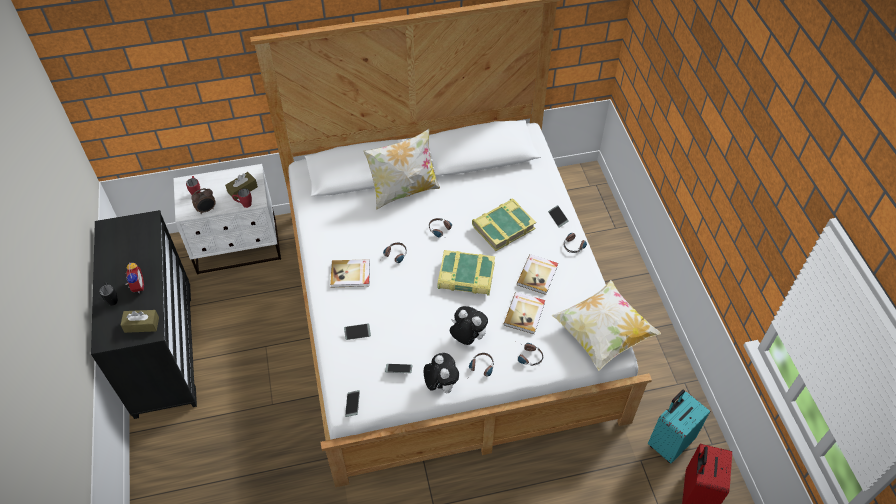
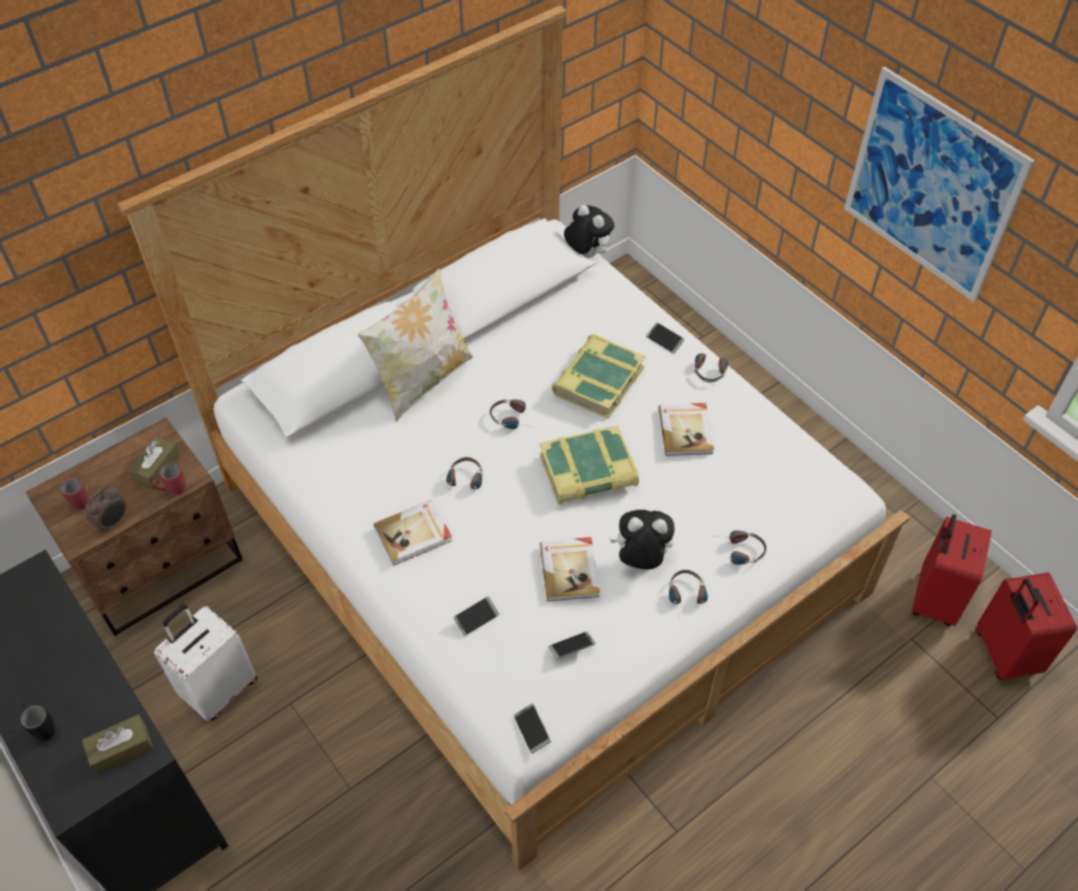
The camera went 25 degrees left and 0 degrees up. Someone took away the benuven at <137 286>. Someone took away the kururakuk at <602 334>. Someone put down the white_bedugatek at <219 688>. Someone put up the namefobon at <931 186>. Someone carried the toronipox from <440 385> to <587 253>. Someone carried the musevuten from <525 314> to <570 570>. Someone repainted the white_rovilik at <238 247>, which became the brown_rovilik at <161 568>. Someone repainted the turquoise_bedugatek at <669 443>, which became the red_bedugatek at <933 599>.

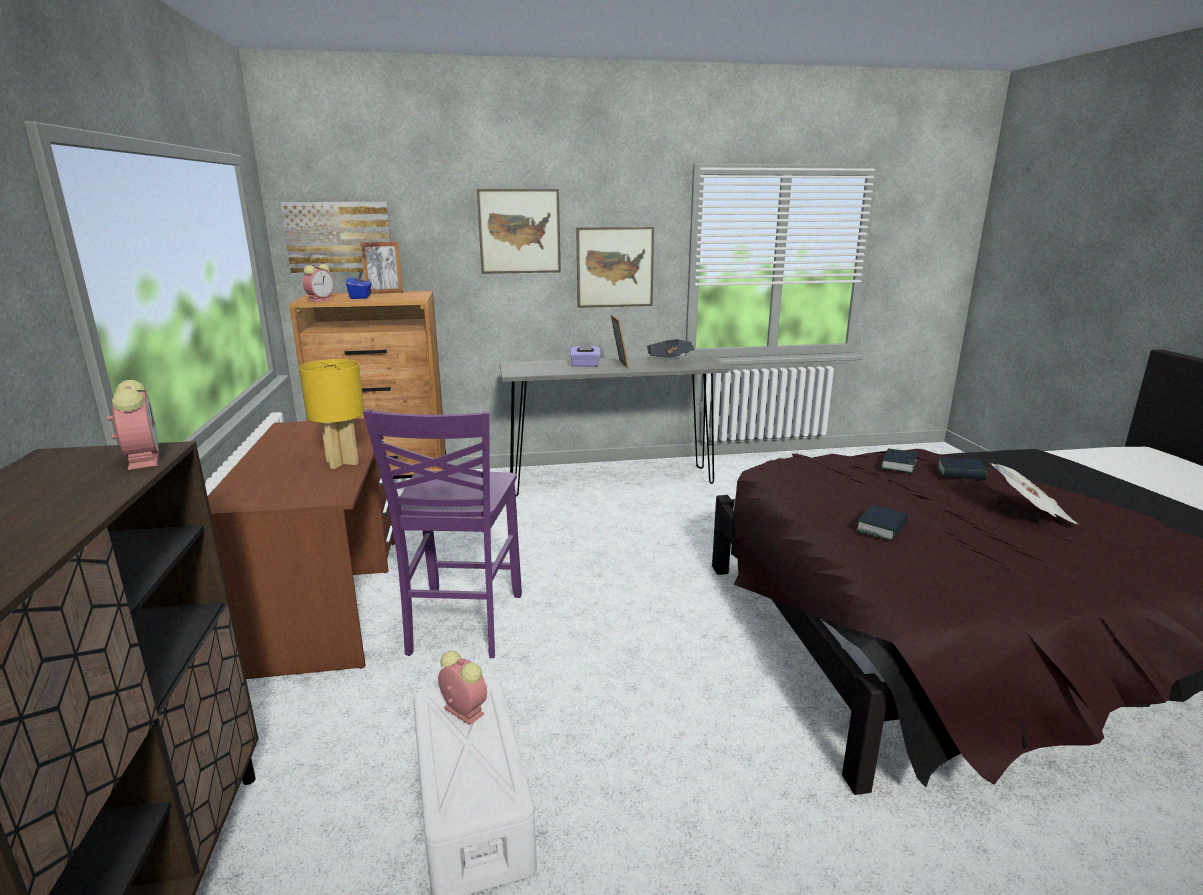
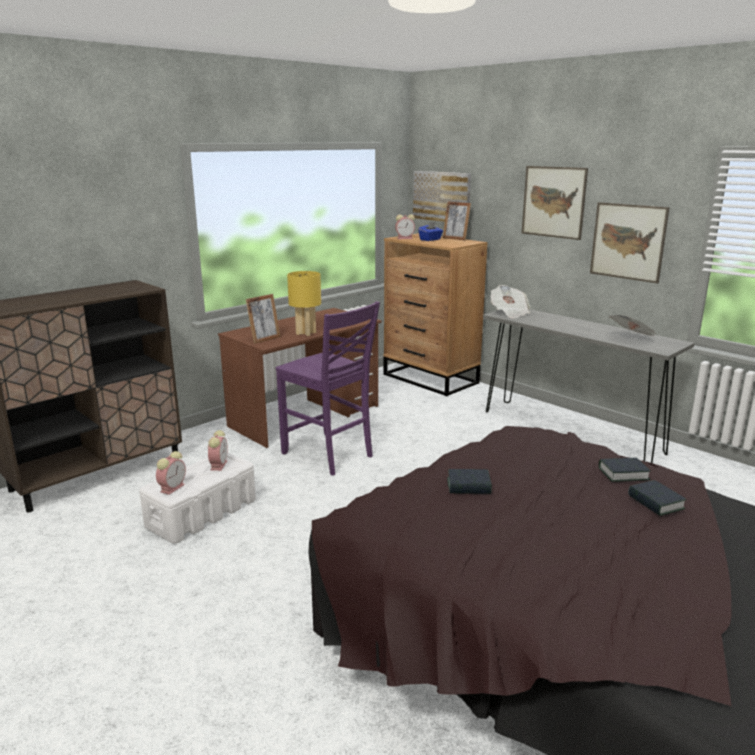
The camera went 55 degrees right and 0 degrees up. Someone took away the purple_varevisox at <585 365>. Someone carried the benuven from <143 459> to <173 487>. Someone carried the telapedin from <619 364> to <264 339>. Someone carried the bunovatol from <1029 513> to <509 313>. Someone rotated the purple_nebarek at <462 625> by 105 degrees counterclockwise.

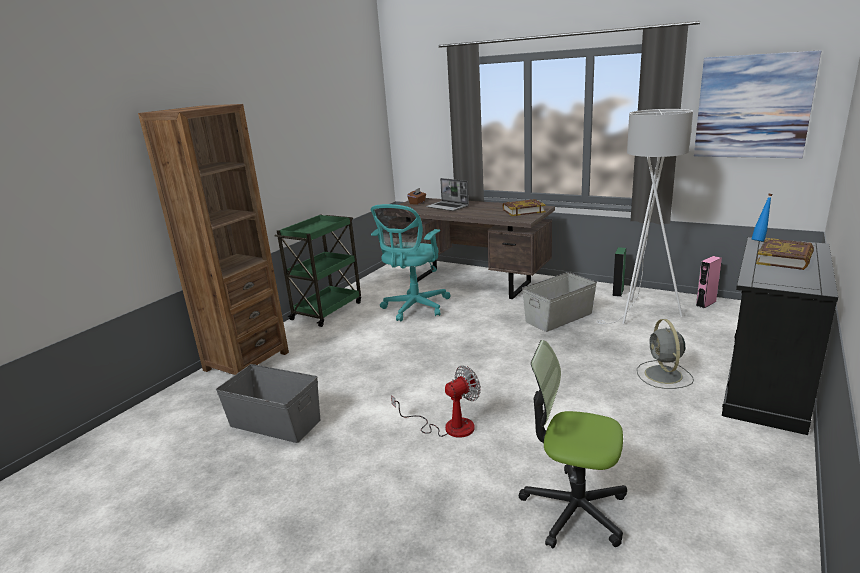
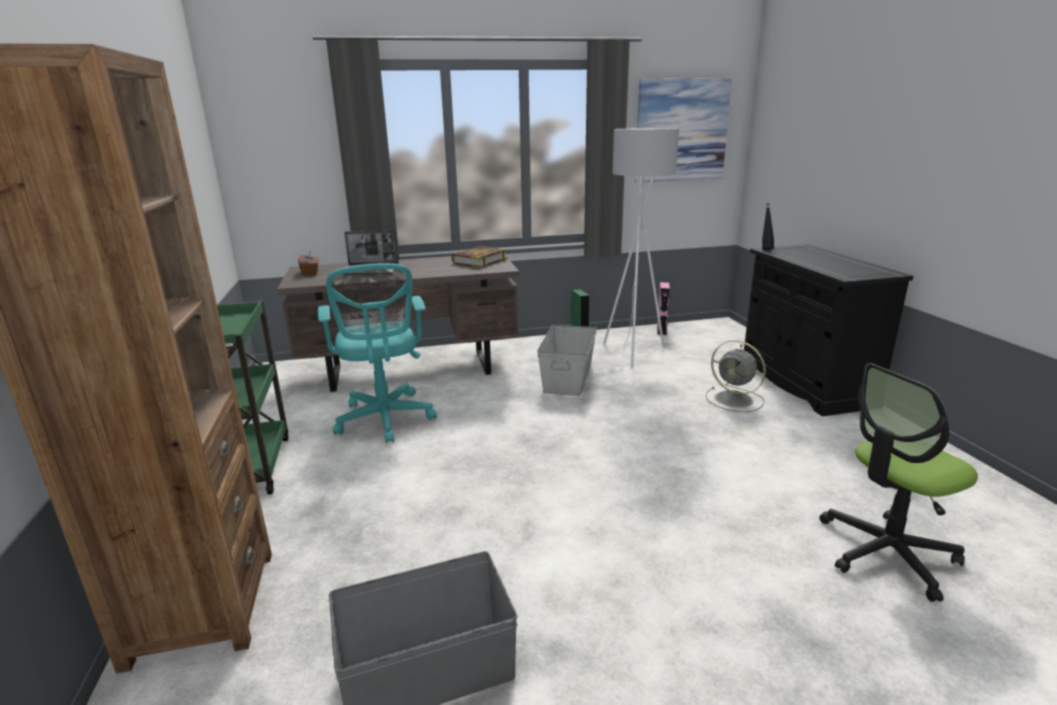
The camera went 45 degrees left and 0 degrees up. Someone took away the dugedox at <448 426>. Someone took away the musevuten at <784 259>. Someone repainted the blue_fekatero at <759 240>, which became the black_fekatero at <765 249>.

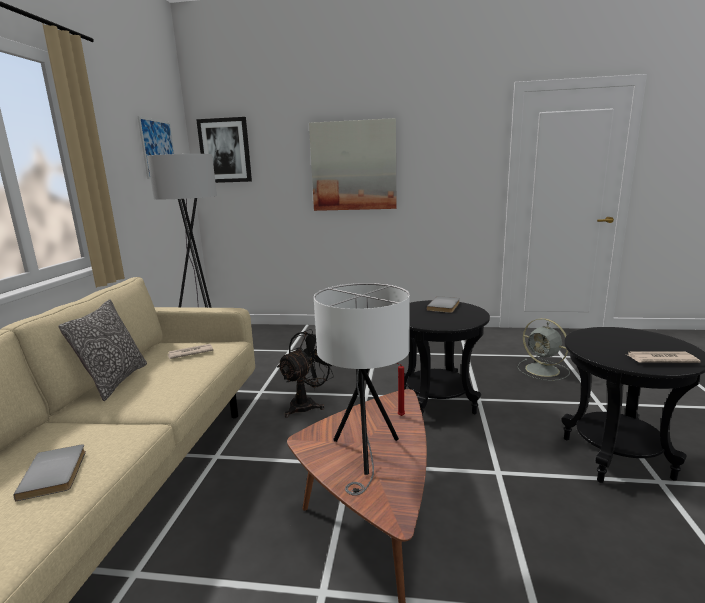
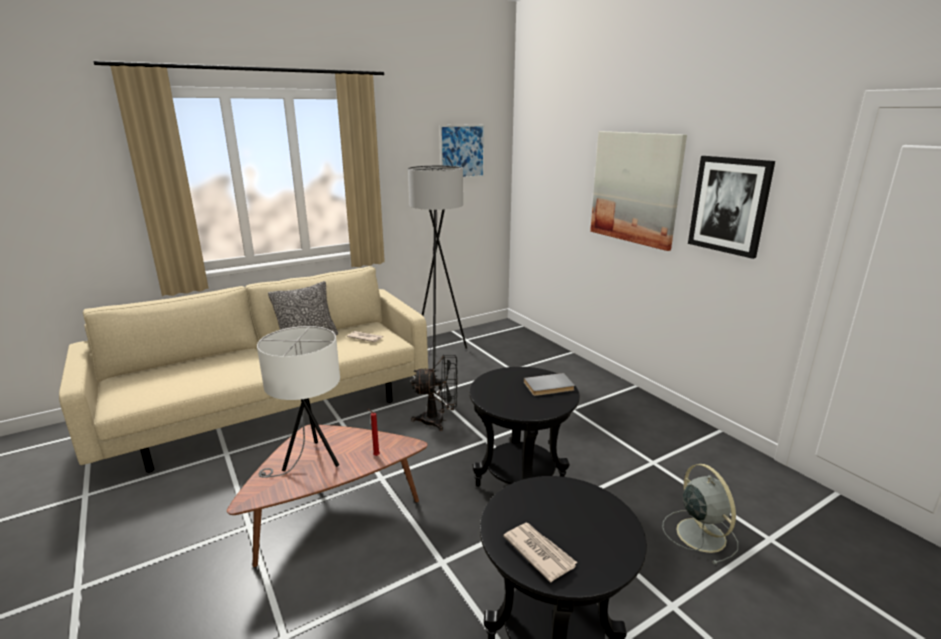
The camera went 50 degrees right and 5 degrees up. Someone took away the grey_musevuten at <56 473>. Someone carried the namefobon from <225 150> to <729 205>. Someone rotated the grey_dugedox at <543 370> by 150 degrees clockwise.

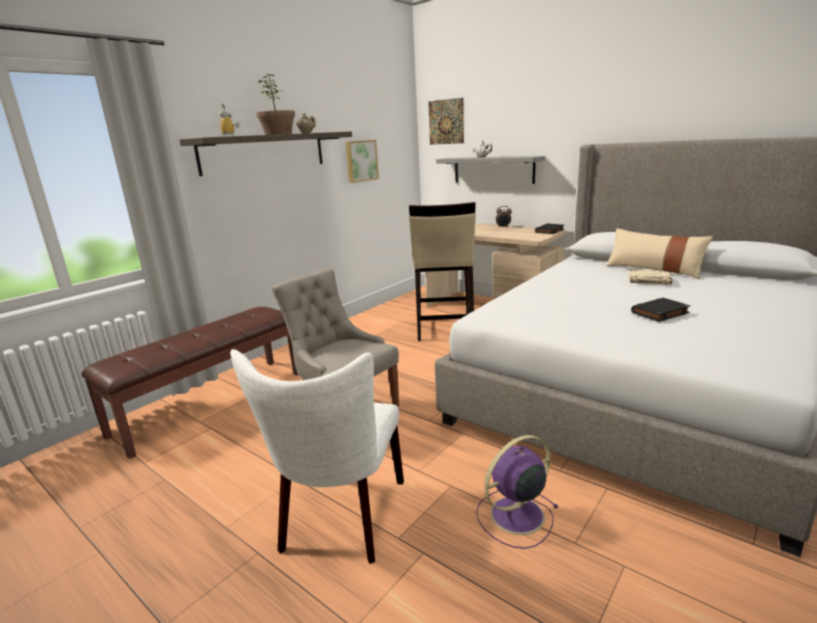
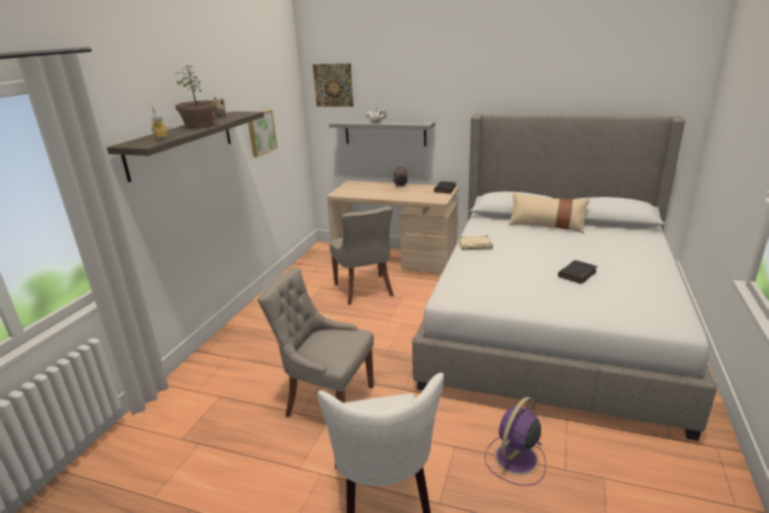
The camera went 20 degrees left and 5 degrees up. Someone took away the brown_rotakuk at <212 402>. Someone carried the beige_musevuten from <649 280> to <475 245>. Someone swapped the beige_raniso at <444 329> for the grey_nebarek at <365 290>.

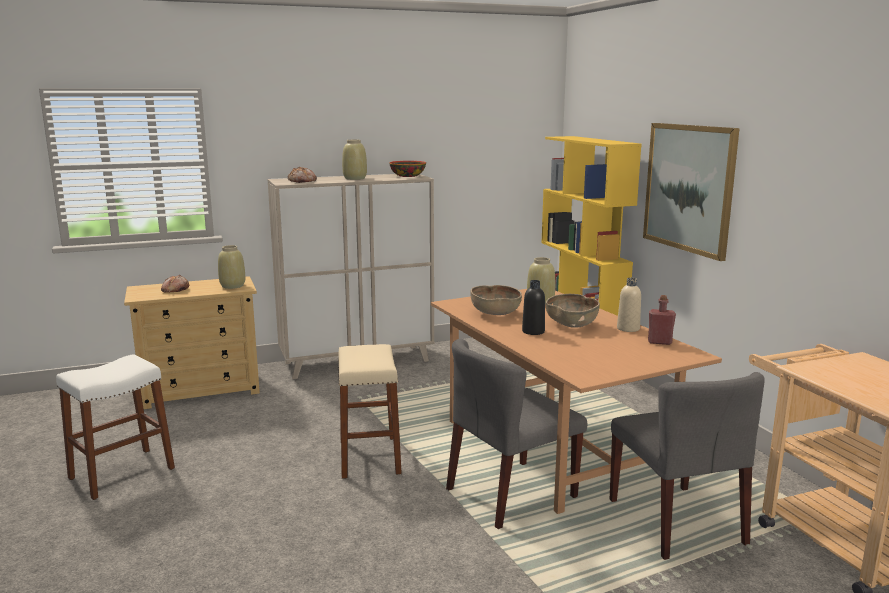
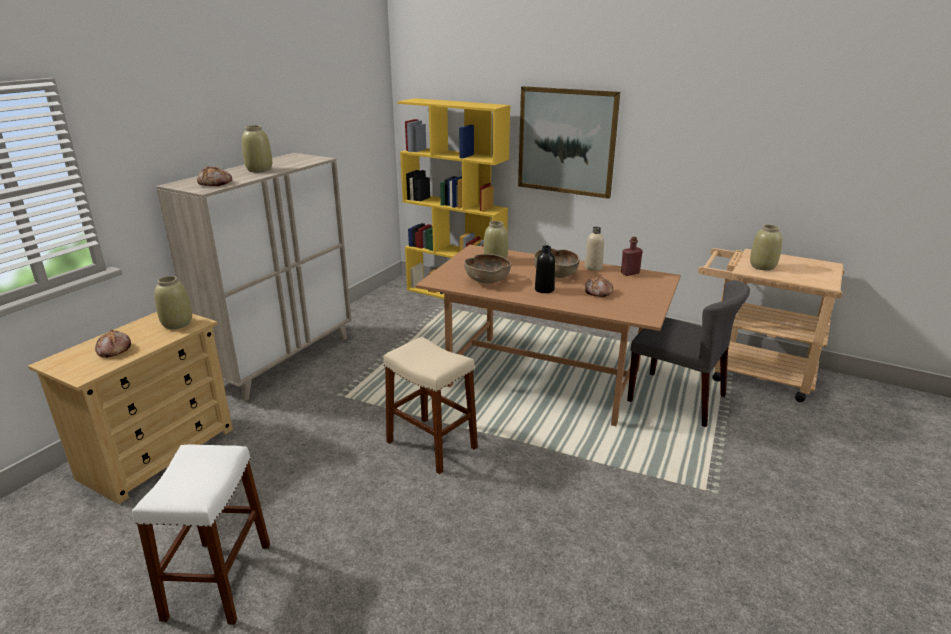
The camera went 40 degrees left and 10 degrees up. Someone took away the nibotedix at <407 176>. Someone took away the grey_nebarek at <510 494>. Someone put down the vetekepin at <598 292>. Someone put down the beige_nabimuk at <762 267>.

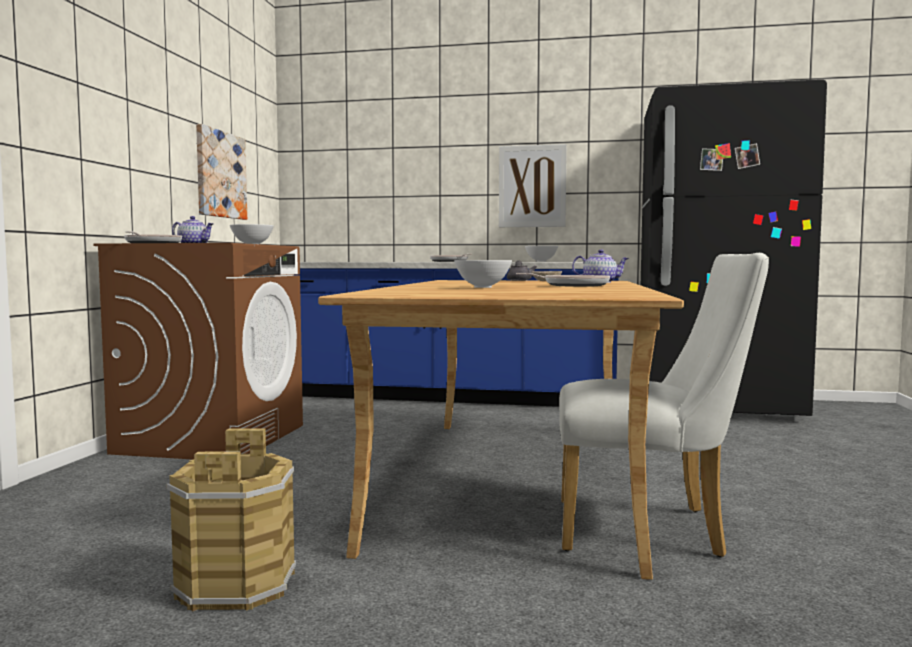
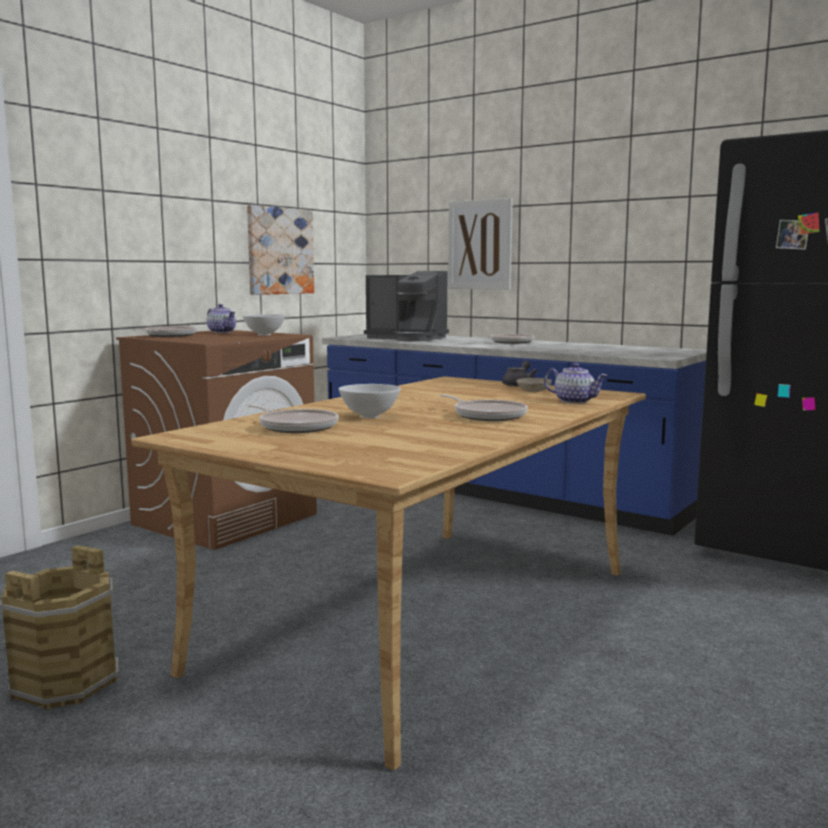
The camera went 25 degrees right and 5 degrees up. Someone took away the white_nibotedix at <541 261>. Someone took away the white_nebarek at <651 529>. Someone put down the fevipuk at <296 427>. Someone put down the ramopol at <407 338>. Someone carried the namefobon from <532 186> to <480 245>.

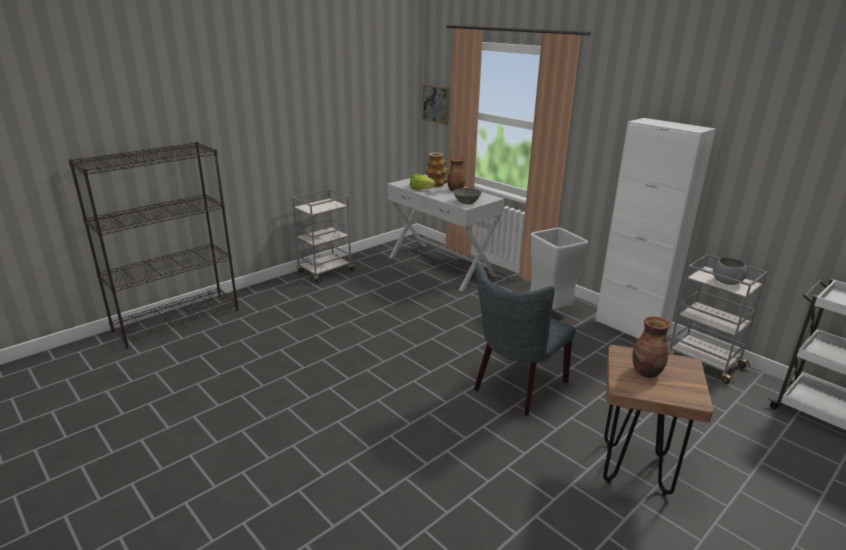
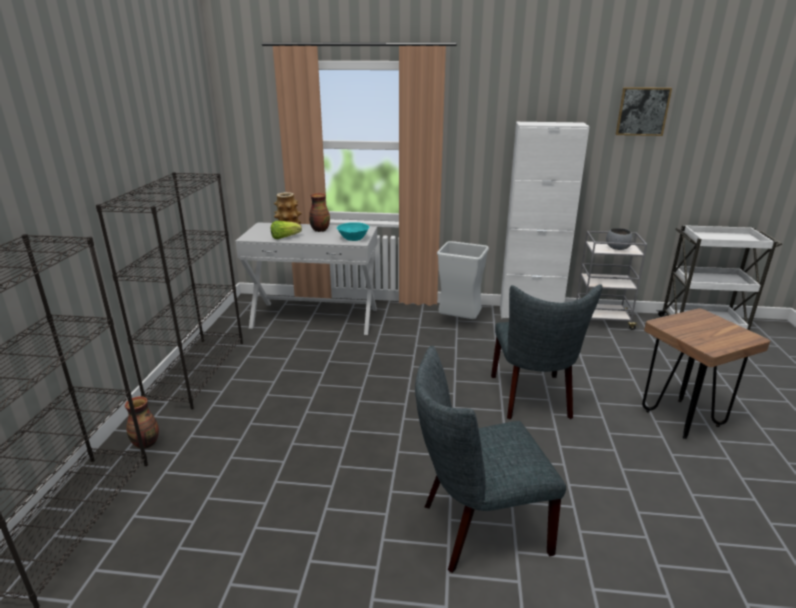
The camera went 40 degrees left and 0 degrees up. Someone put down the grey_nebarek at <477 528>. Someone carried the namefobon from <436 104> to <642 111>. Someone carried the nabimuk from <647 372> to <146 443>. Someone swapped the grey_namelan at <325 272> for the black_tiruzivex at <198 370>. Someone repainted the grey_nibotedix at <466 202>, which became the turquoise_nibotedix at <353 239>.

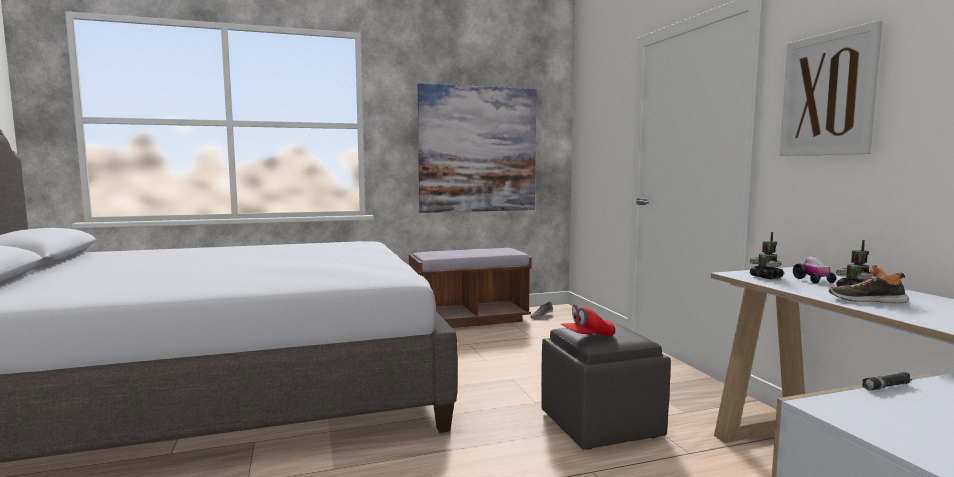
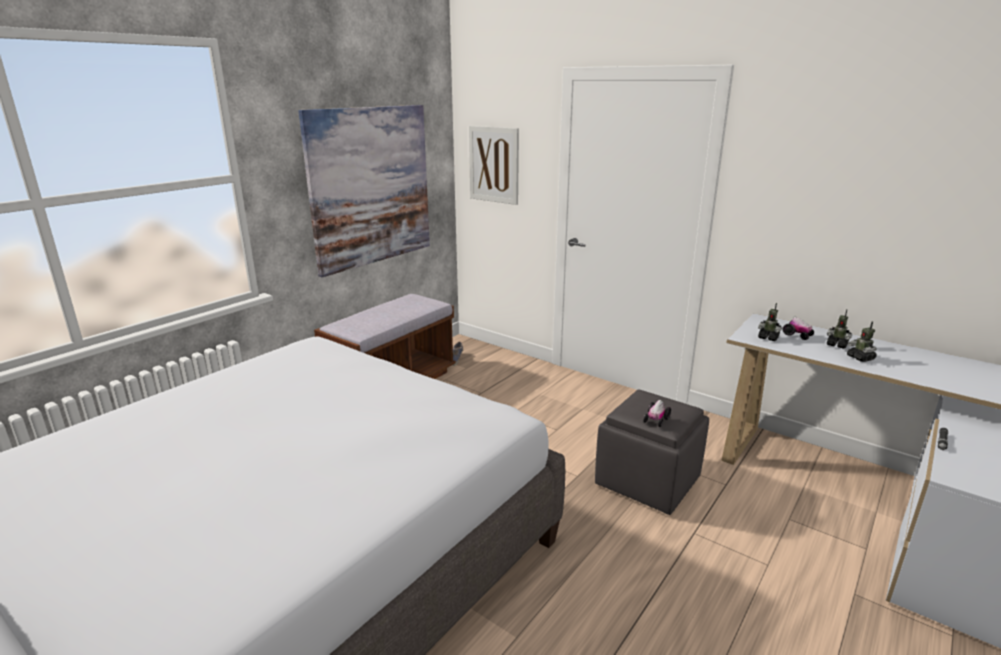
The camera went 35 degrees left and 15 degrees up. Someone carried the namefobon from <827 94> to <494 164>. Someone swapped the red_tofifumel at <587 337> for the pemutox at <656 420>. Someone swapped the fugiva at <866 300> for the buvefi at <860 358>.

